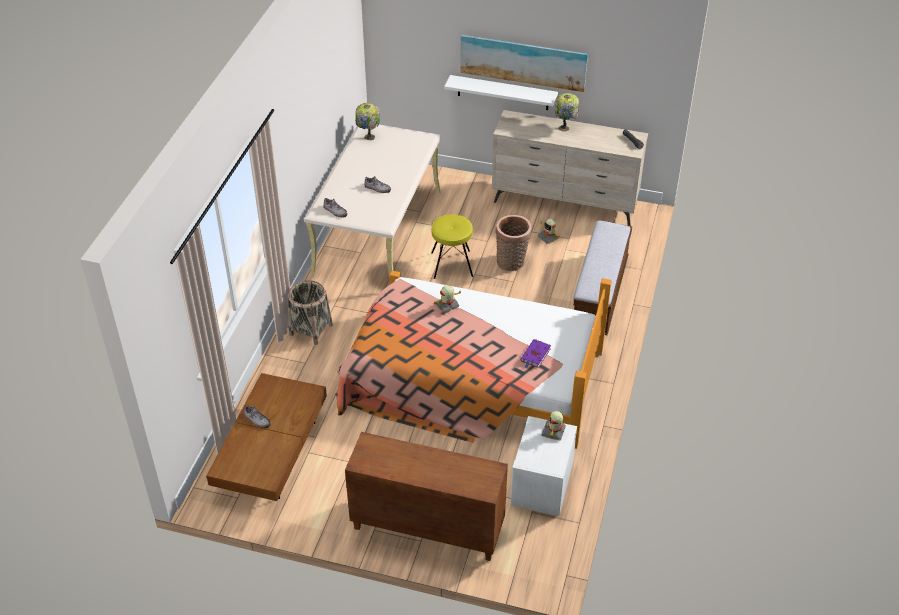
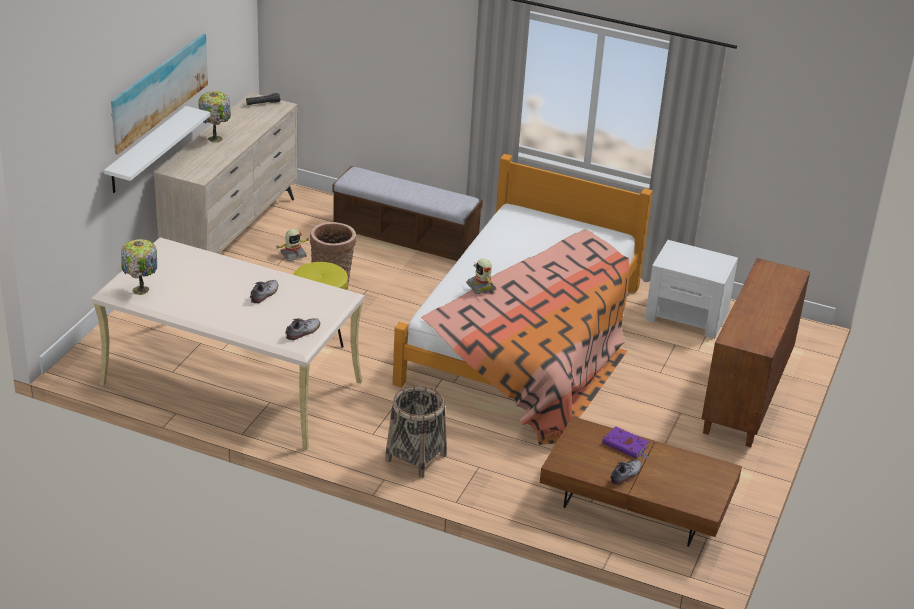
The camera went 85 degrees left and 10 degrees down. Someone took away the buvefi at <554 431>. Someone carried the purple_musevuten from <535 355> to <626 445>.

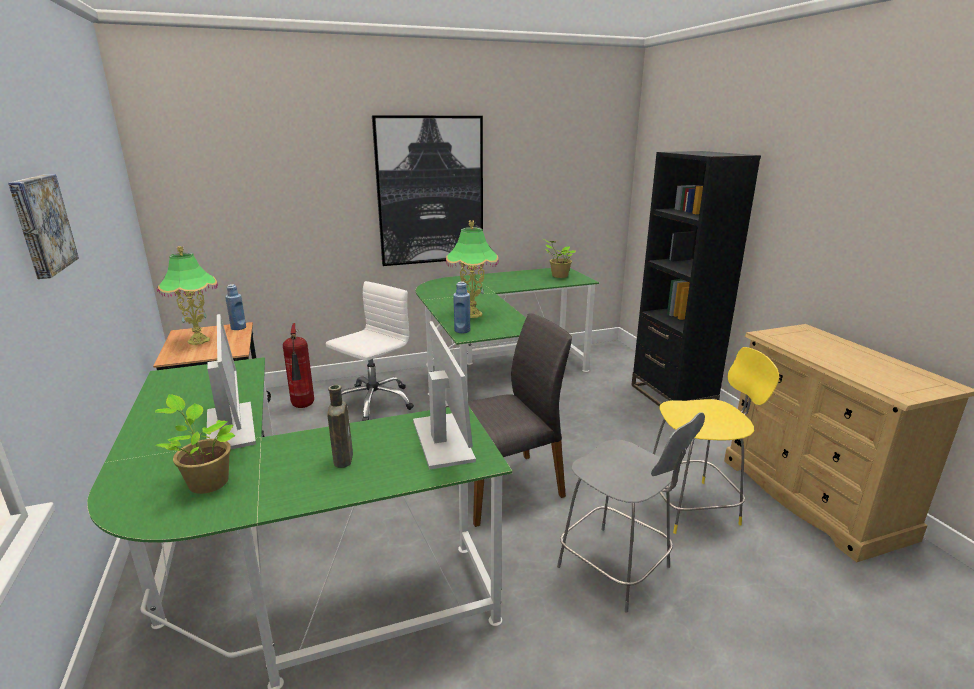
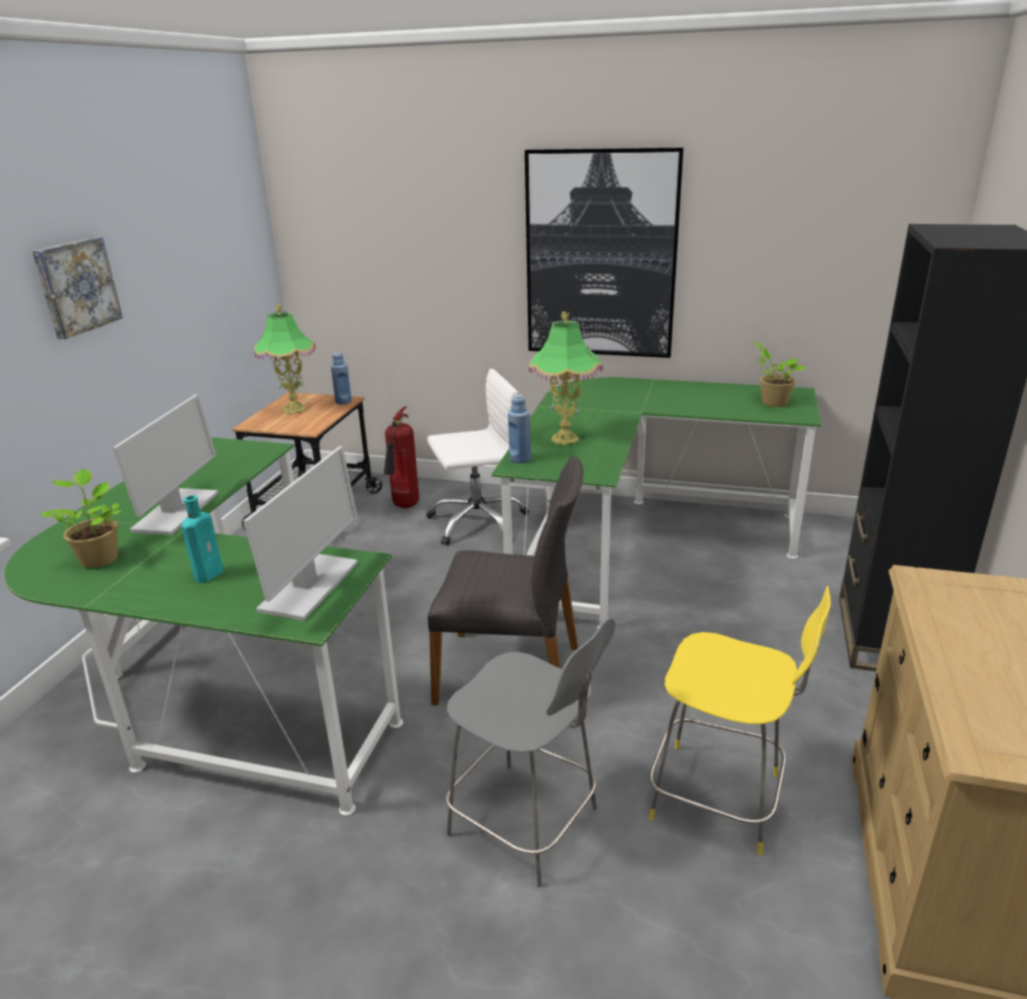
The camera went 35 degrees right and 5 degrees up. Someone repainted the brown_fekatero at <343 458>, which became the turquoise_fekatero at <211 573>. Someone rotated the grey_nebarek at <617 569> by 45 degrees counterclockwise.

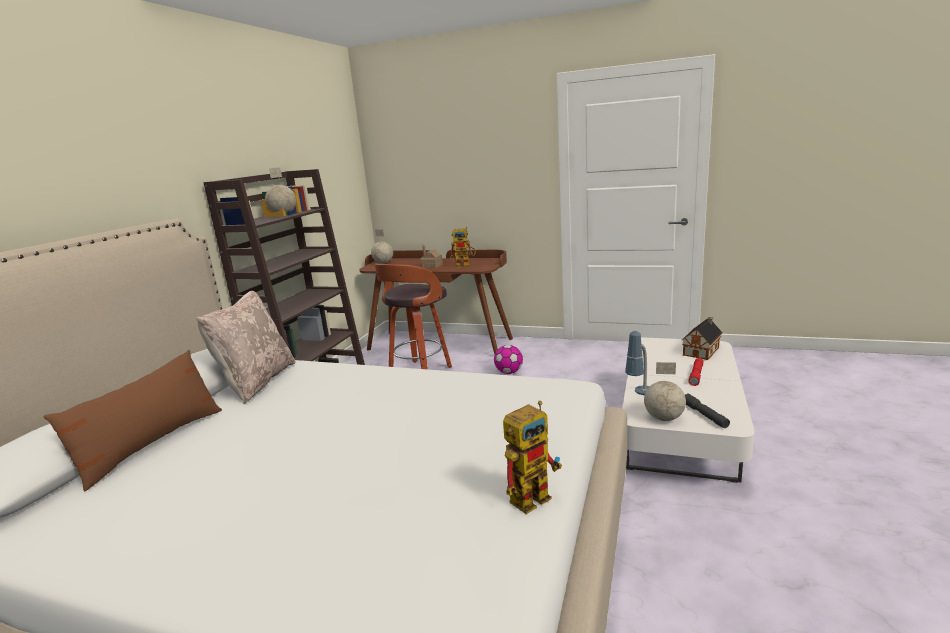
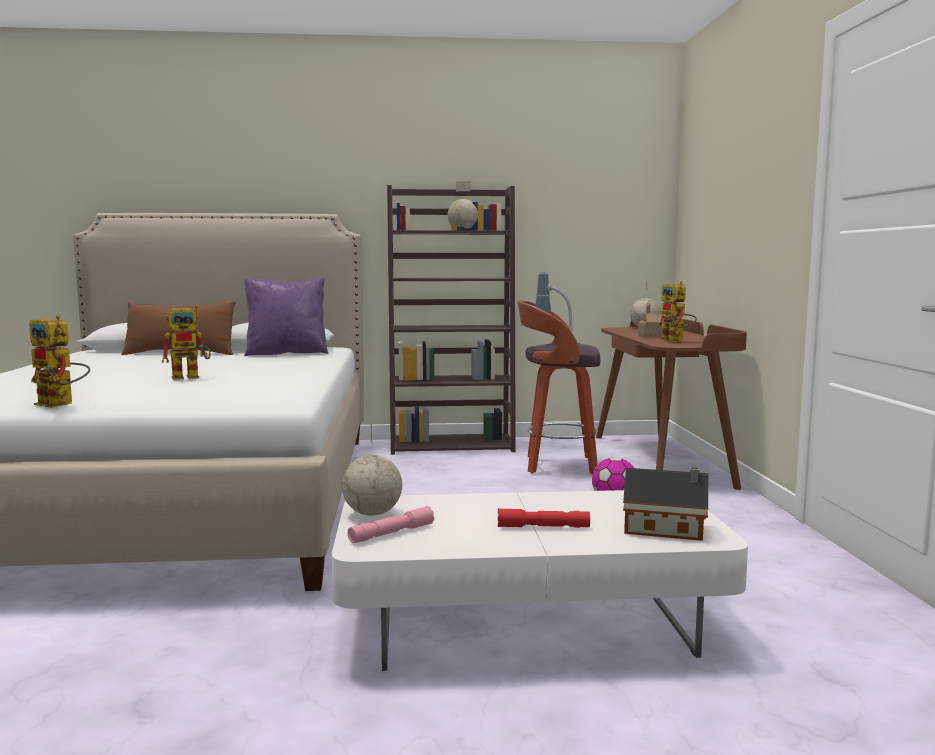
The camera went 65 degrees right and 10 degrees down. Someone put down the buvefi at <192 377>. Someone carried the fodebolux from <639 396> to <556 344>. Someone repainted the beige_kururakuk at <257 382>, which became the purple_kururakuk at <287 353>. Someone repainted the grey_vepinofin at <704 415>, which became the pink_vepinofin at <391 533>.

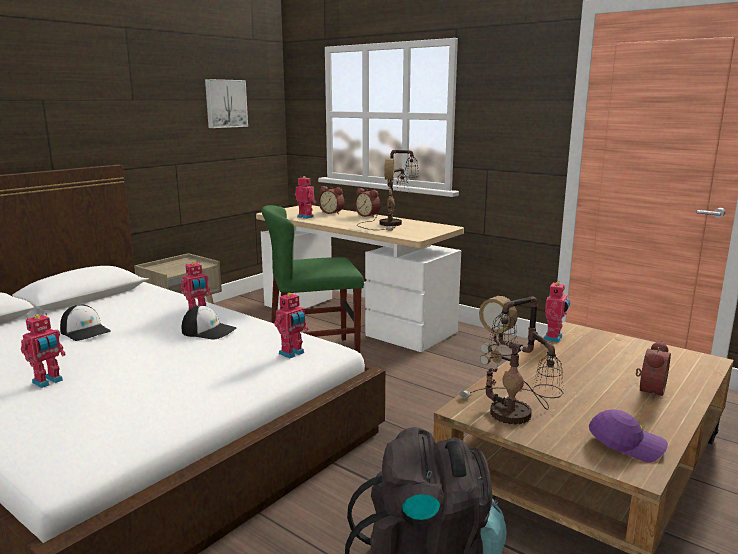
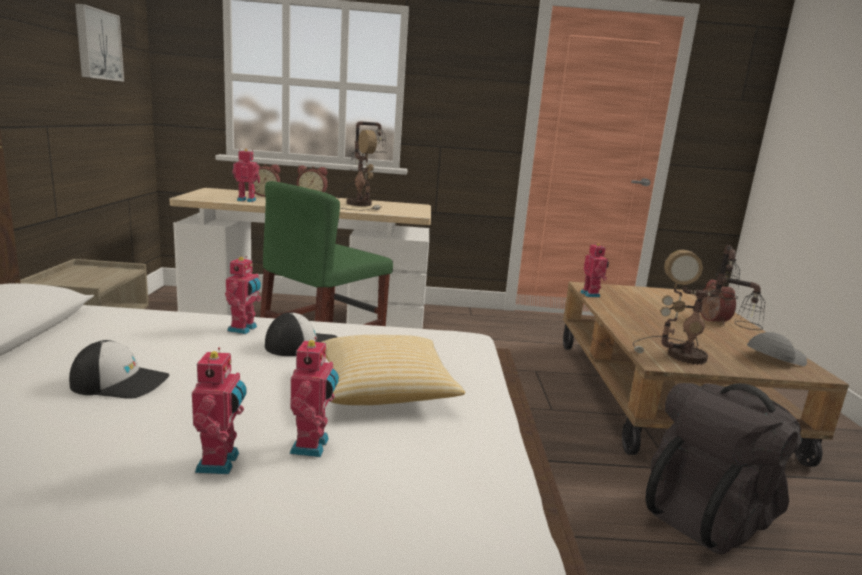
The camera went 40 degrees left and 0 degrees up. Someone put down the kururakuk at <385 390>. Someone carried the buvefi from <292 353> to <312 446>. Someone repainted the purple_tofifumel at <626 444>, which became the grey_tofifumel at <774 358>.

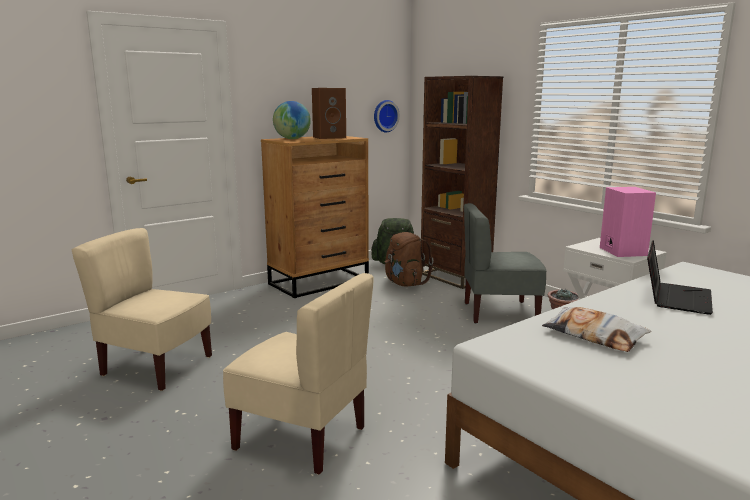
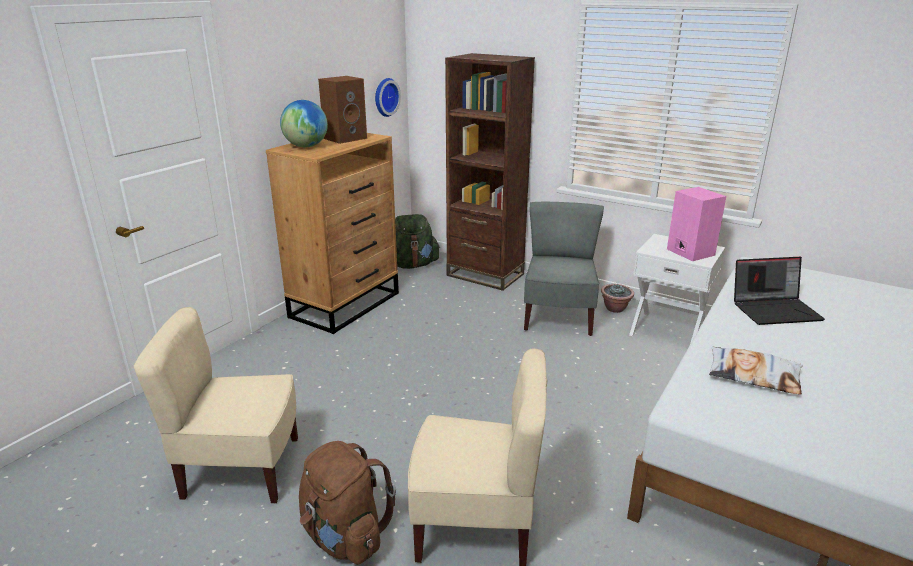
The camera went 20 degrees left and 10 degrees up. Someone carried the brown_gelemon from <405 283> to <344 536>. Someone rotated the grey_nebarek at <499 313> by 120 degrees clockwise. Someone rotated the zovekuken at <675 298> by 75 degrees clockwise.

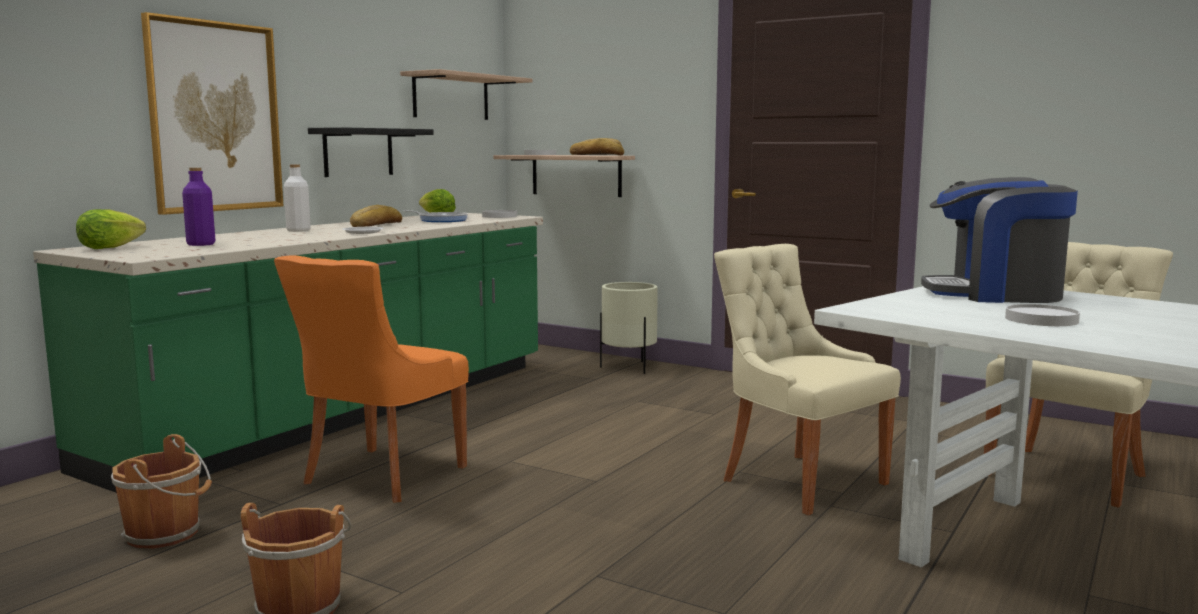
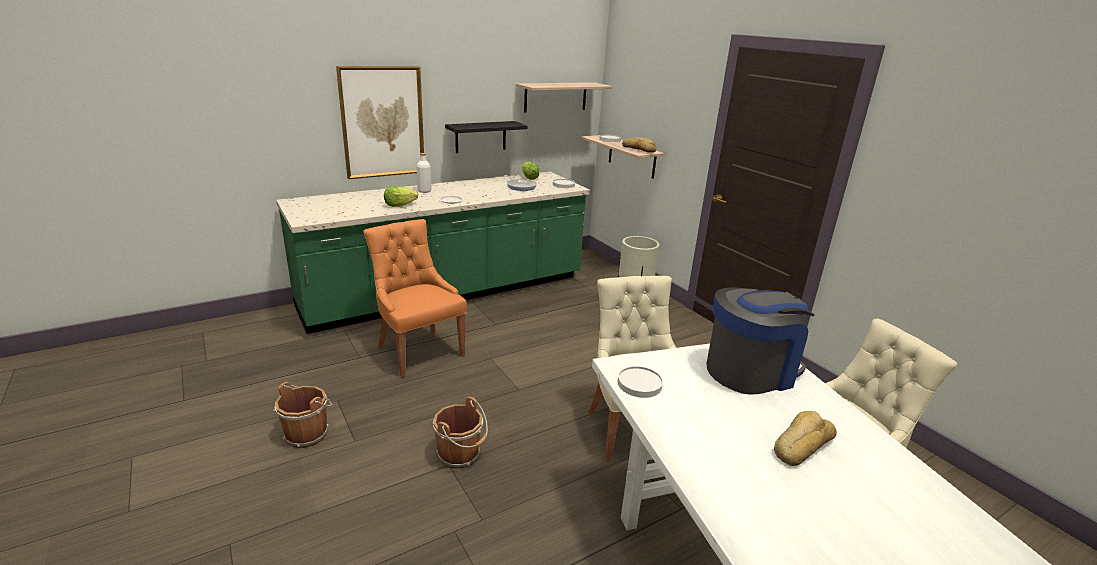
The camera went 25 degrees right and 15 degrees up. Someone took away the purple_fekatero at <201 244>. Someone carried the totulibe from <109 248> to <399 205>. Someone carried the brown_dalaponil from <166 534> to <460 455>. Someone carried the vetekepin from <374 225> to <800 444>. Someone carried the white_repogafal from <1042 320> to <640 384>. Someone rotated the orange_nebarek at <380 476> by 90 degrees clockwise. Someone rotated the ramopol at <995 294> by 120 degrees clockwise.

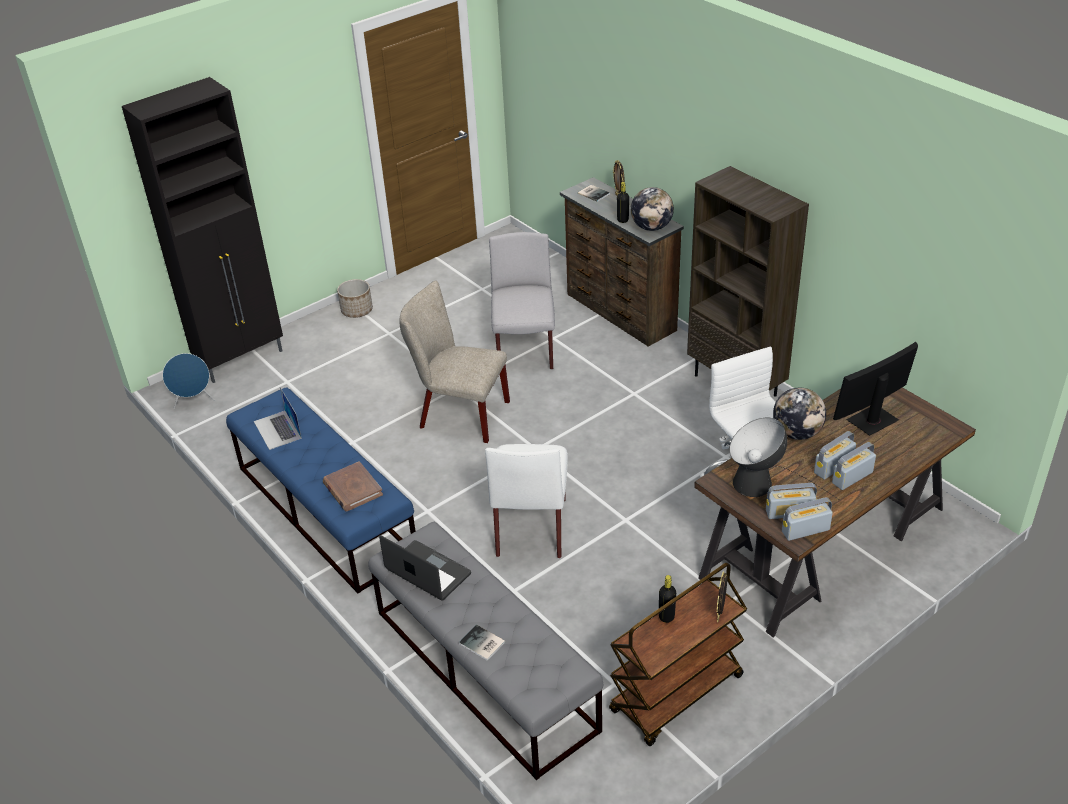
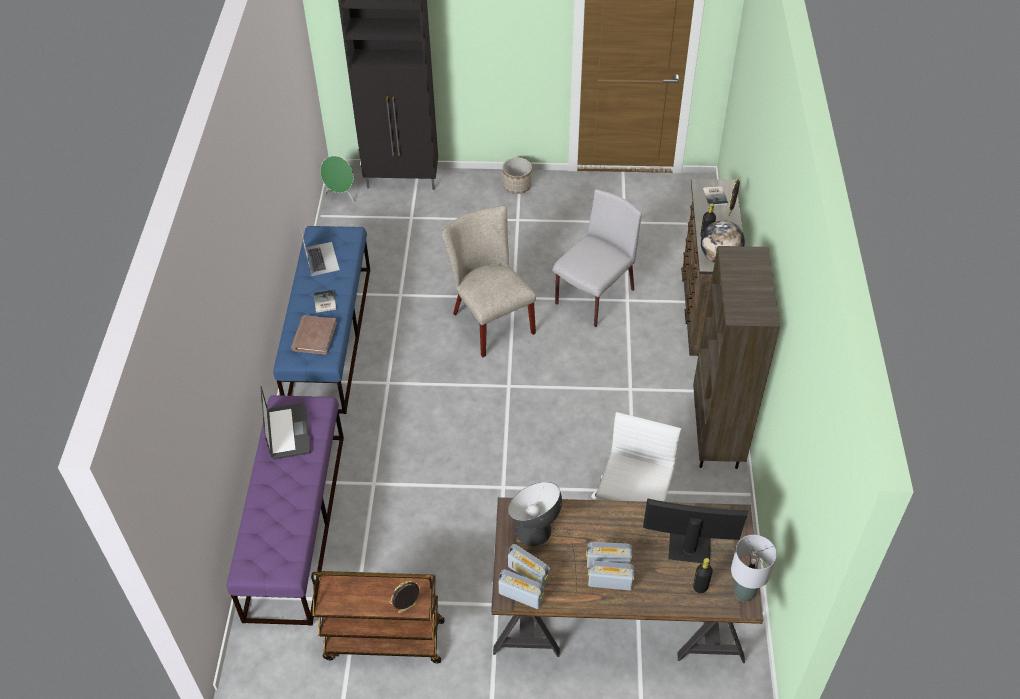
The camera went 40 degrees right and 10 degrees up. Someone took away the white_nebarek at <531 526>. Someone took away the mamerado at <797 433>. Someone put down the grey_fodebolux at <743 593>. Someone carried the musevuten from <482 644> to <324 302>. Someone carried the black_fekatero from <666 616> to <700 587>. Someone repainted the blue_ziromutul at <194 401>, which became the green_ziromutul at <341 196>. Someone repainted the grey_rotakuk at <484 669>, which became the purple_rotakuk at <295 524>. Someone rotated the zovekuken at <277 430> by 150 degrees clockwise.

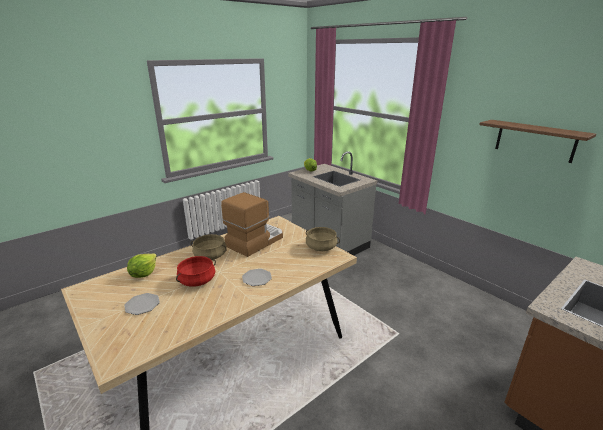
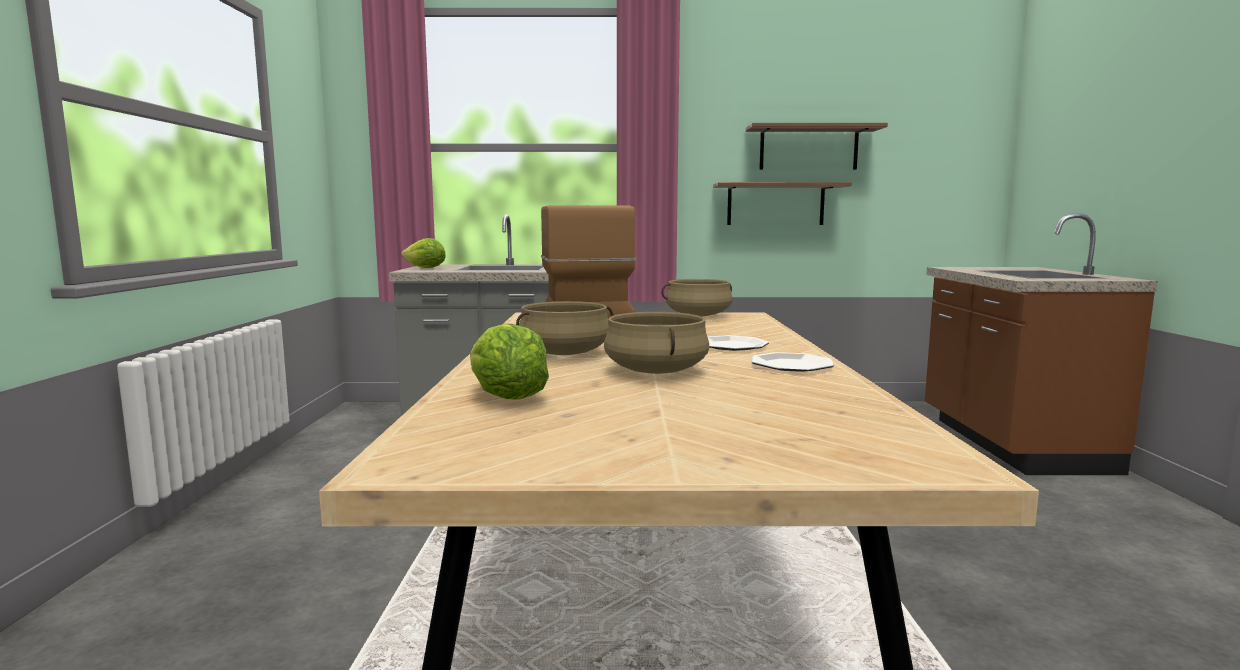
The camera went 50 degrees left and 15 degrees down. Someone put up the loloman at <775 204>. Someone carried the repogafal from <142 305> to <792 365>. Someone repainted the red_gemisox at <197 281>, which became the beige_gemisox at <657 371>.

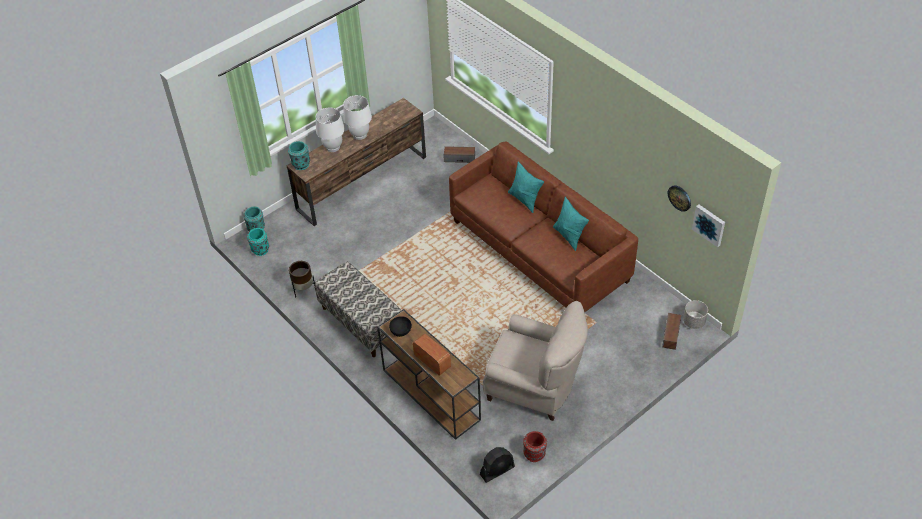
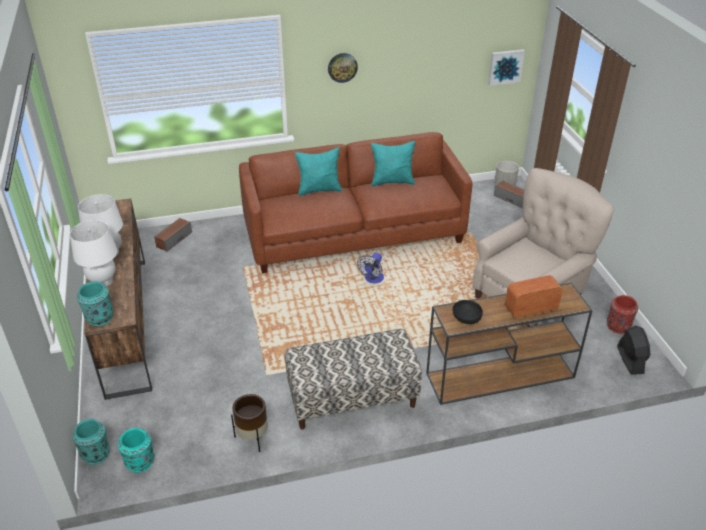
The camera went 65 degrees left and 10 degrees down. Someone put down the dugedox at <372 280>. Someone carried the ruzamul from <679 198> to <342 67>.

